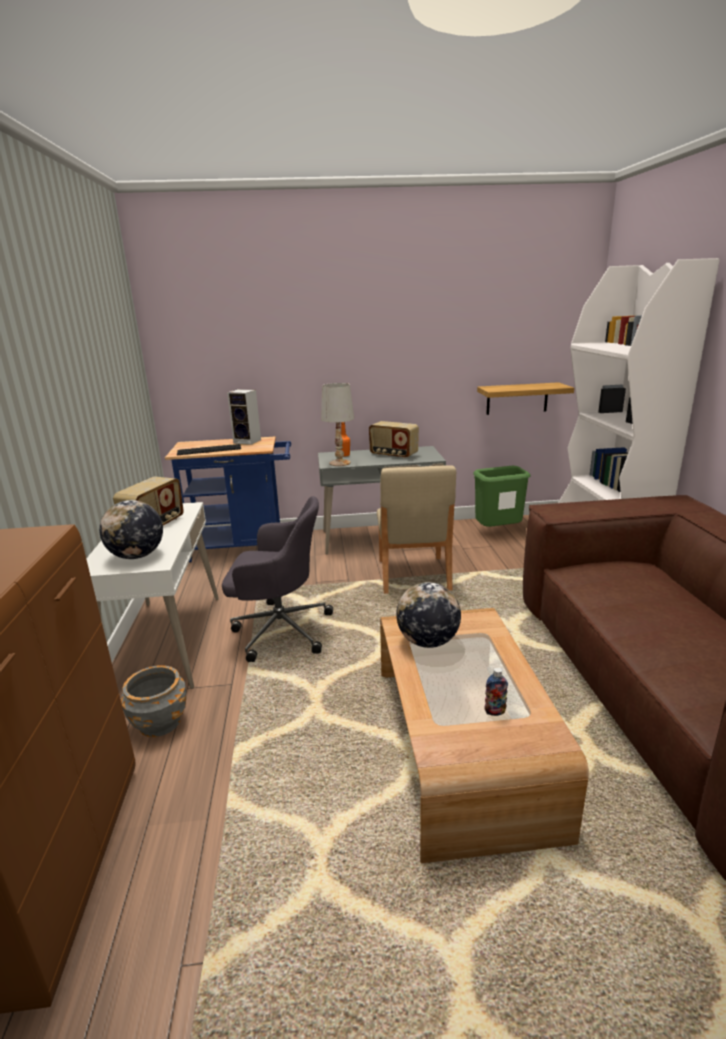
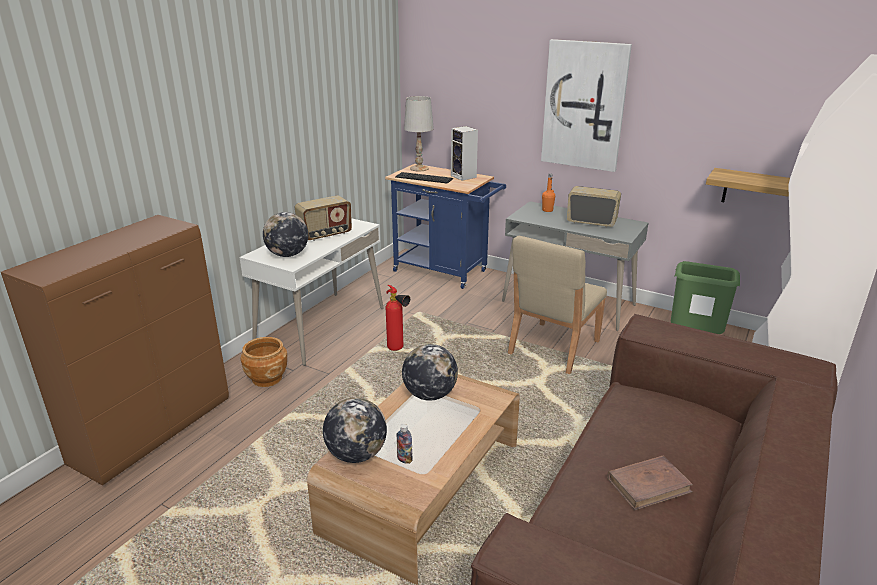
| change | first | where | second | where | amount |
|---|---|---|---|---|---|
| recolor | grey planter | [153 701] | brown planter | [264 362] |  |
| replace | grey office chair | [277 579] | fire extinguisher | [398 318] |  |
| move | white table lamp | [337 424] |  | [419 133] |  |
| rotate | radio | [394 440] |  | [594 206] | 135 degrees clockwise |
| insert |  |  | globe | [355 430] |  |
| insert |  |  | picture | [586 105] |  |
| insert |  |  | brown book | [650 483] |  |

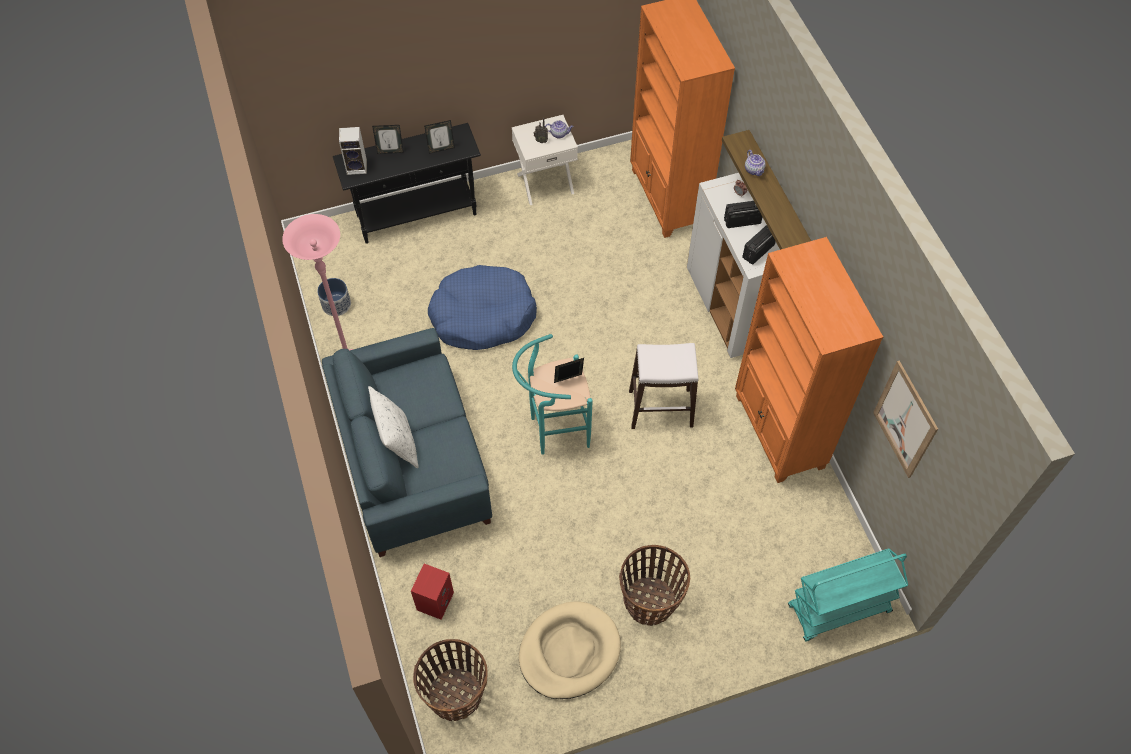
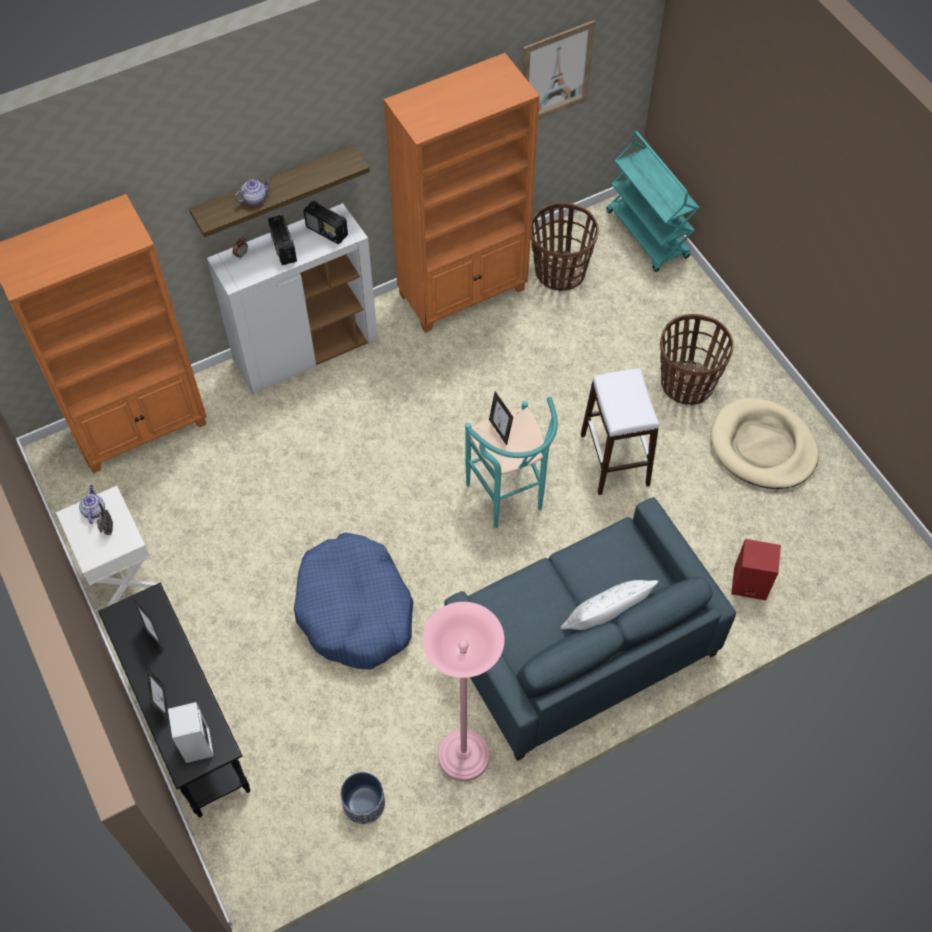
| change | first | where | second | where | amount |
|---|---|---|---|---|---|
| move | basket | [450 680] |  | [565 246] |  |
| move | white stool | [663 386] |  | [620 431] |  |

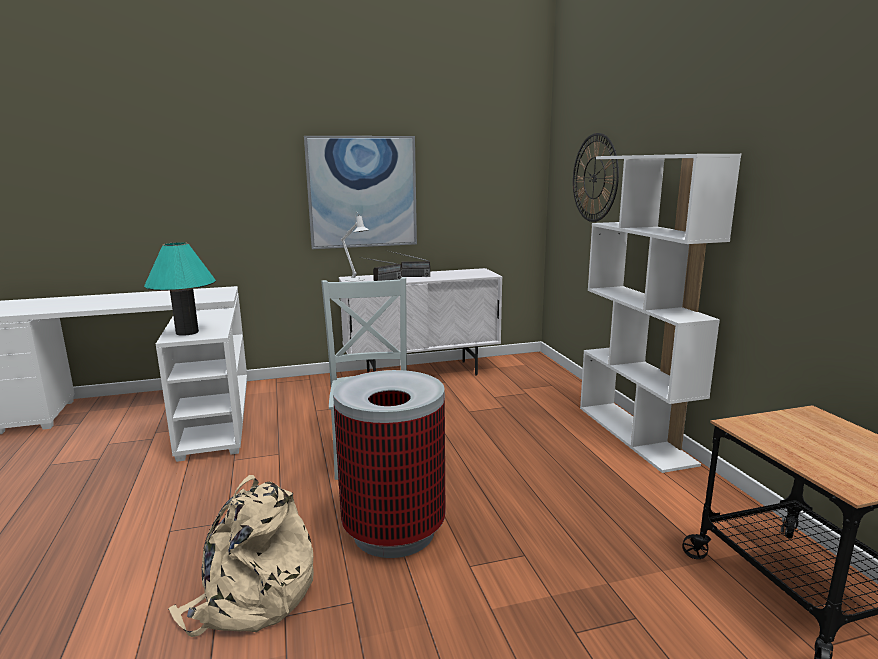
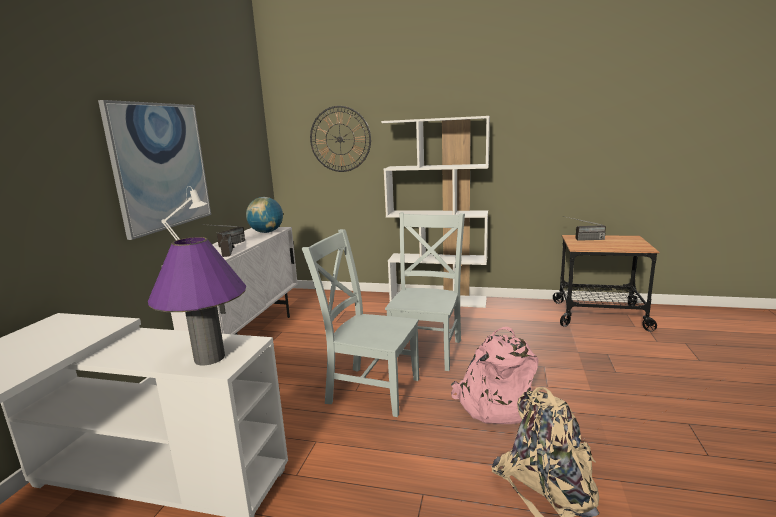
| change | first | where | second | where | amount |
|---|---|---|---|---|---|
| recolor | turquoise table lamp | [180 289] | purple table lamp | [197 301] |  |
| replace | trash can | [389 464] | pink backpack | [495 375] |  |
| insert |  |  | globe | [264 215] |  |
| insert |  |  | grey chair | [425 291] |  |
| insert |  |  | radio | [584 228] |  |

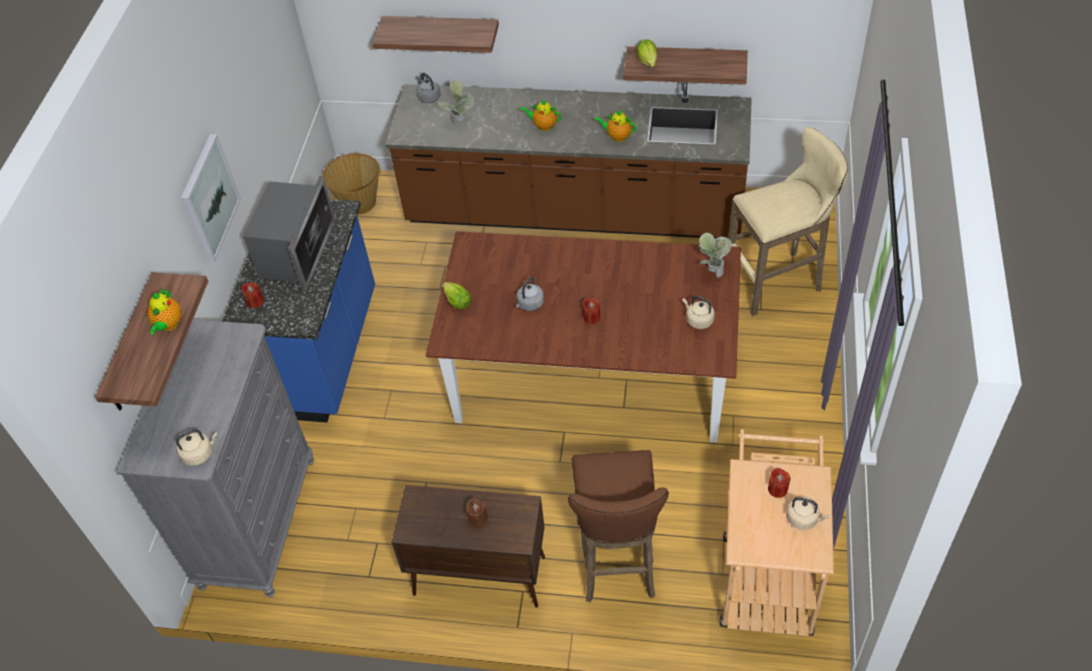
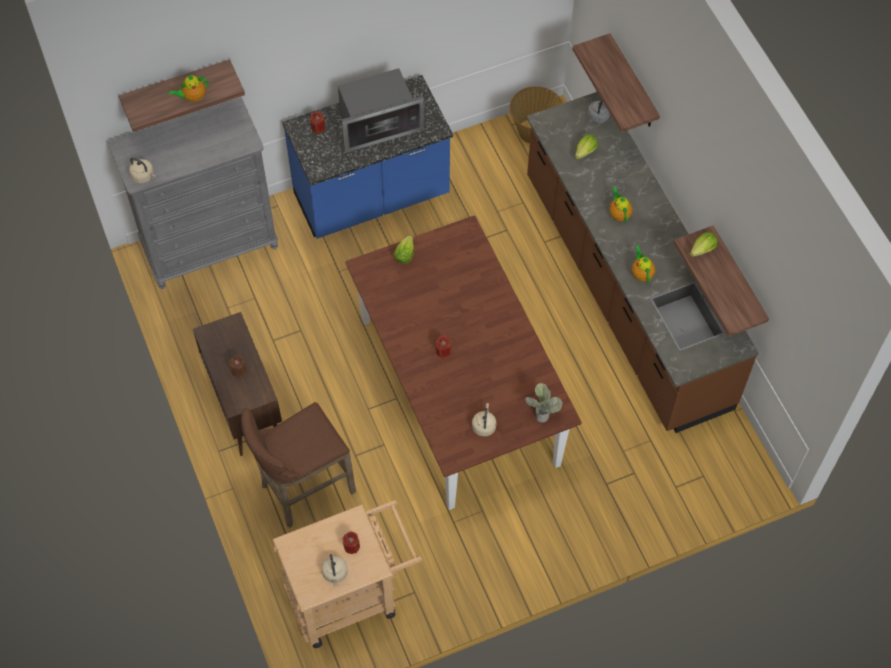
| change | first | where | second | where | amount |
|---|---|---|---|---|---|
| delete | picture | [211 198] |  |  |  |
| replace | potted plant | [456 102] | lettuce | [586 146] |  |
| delete | grey kettle | [530 294] |  |  |  |
| delete | beige stool | [788 221] |  |  |  |

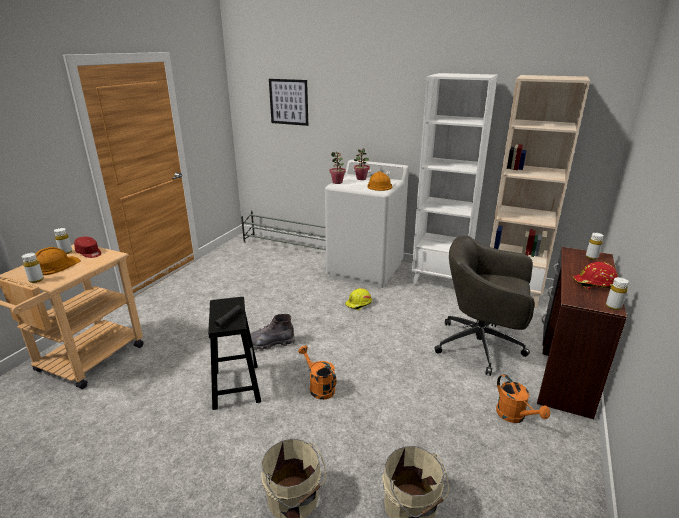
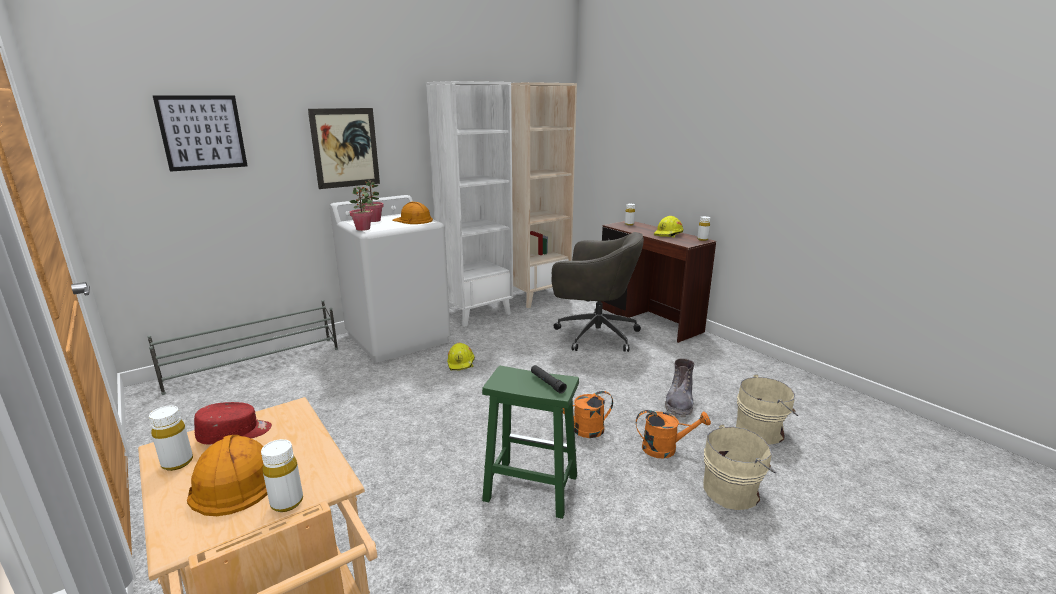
| change | first | where | second | where | amount |
|---|---|---|---|---|---|
| recolor | black stool | [234 353] | green stool | [530 442] |  |
| move | grey boot | [272 332] |  | [679 388] |  |
| rotate | grey office chair | [484 306] |  | [598 292] | 120 degrees counterclockwise |
| move | orange watering can | [523 398] |  | [673 434] |  |
| recolor | red hard hat | [595 276] | yellow hard hat | [668 227] |  |
| insert |  |  | picture | [344 148] |  |

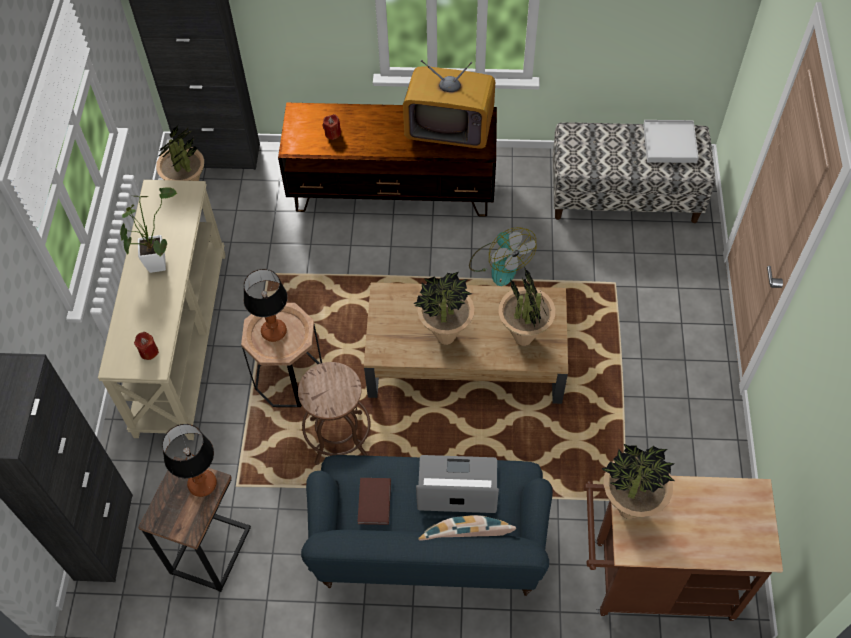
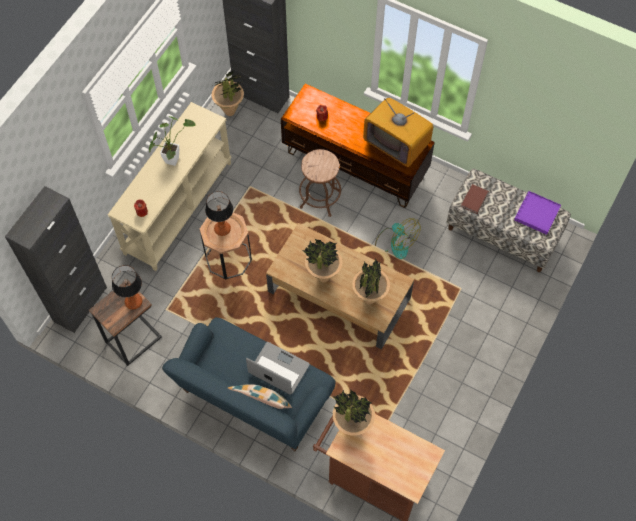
| change | first | where | second | where | amount |
|---|---|---|---|---|---|
| move | brown stool | [334 413] |  | [320 183] |  |
| move | brown book | [374 501] |  | [475 199] |  |
| rotate | fan | [502 256] |  | [398 238] | 45 degrees counterclockwise |
| recolor | white tray | [671 141] | purple tray | [537 213] |  |

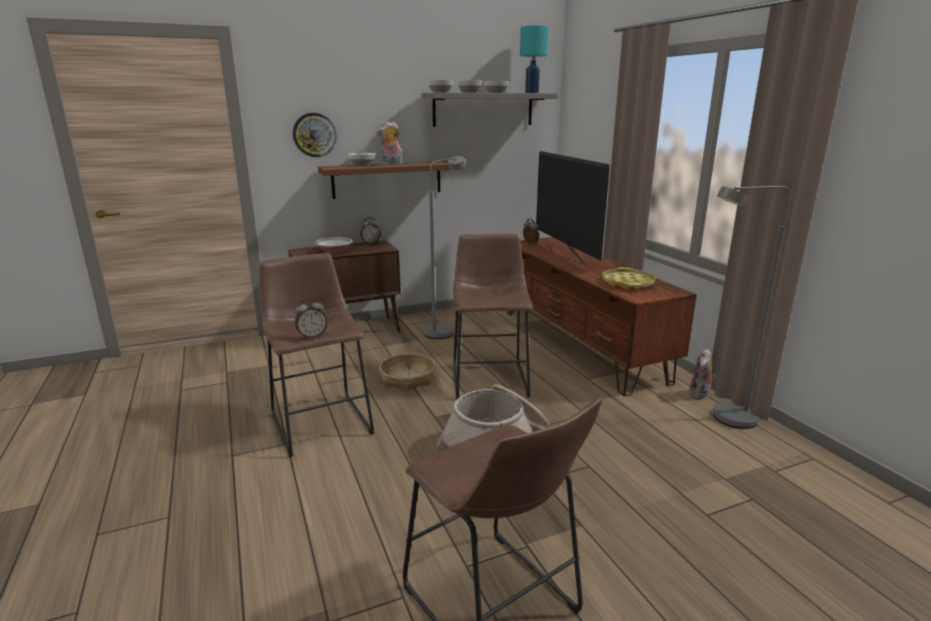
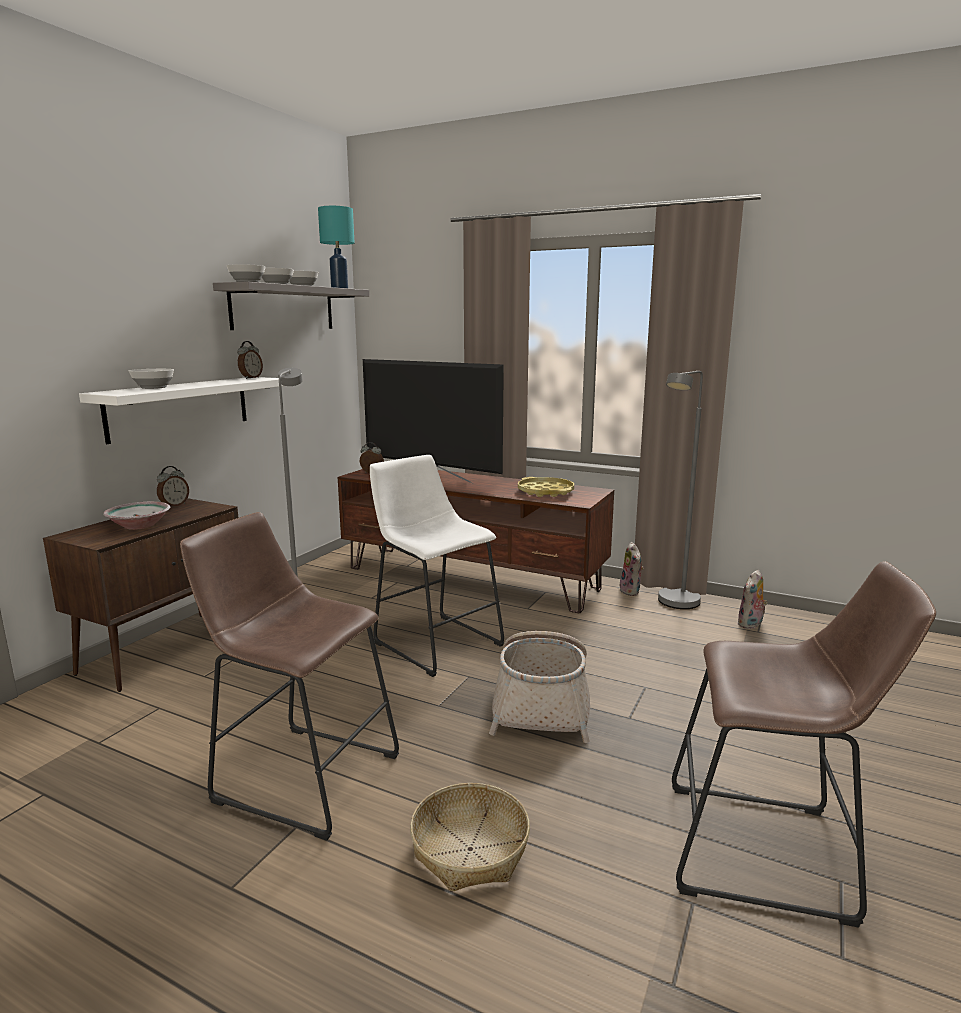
| change | first | where | second | where | amount |
|---|---|---|---|---|---|
| delete | wall clock | [315 135] |  |  |  |
| move | alarm clock | [311 318] |  | [250 360] |  |
| recolor | brown shelf | [390 180] | white shelf | [181 410] |  |
| move | plush toy | [389 143] |  | [752 599] |  |
| move | basket | [407 372] |  | [470 837] |  |
| recolor | brown stool | [493 316] | white stool | [437 566] |  |

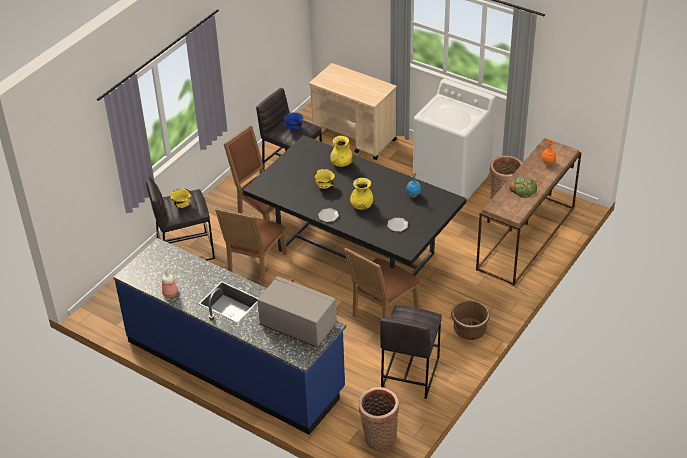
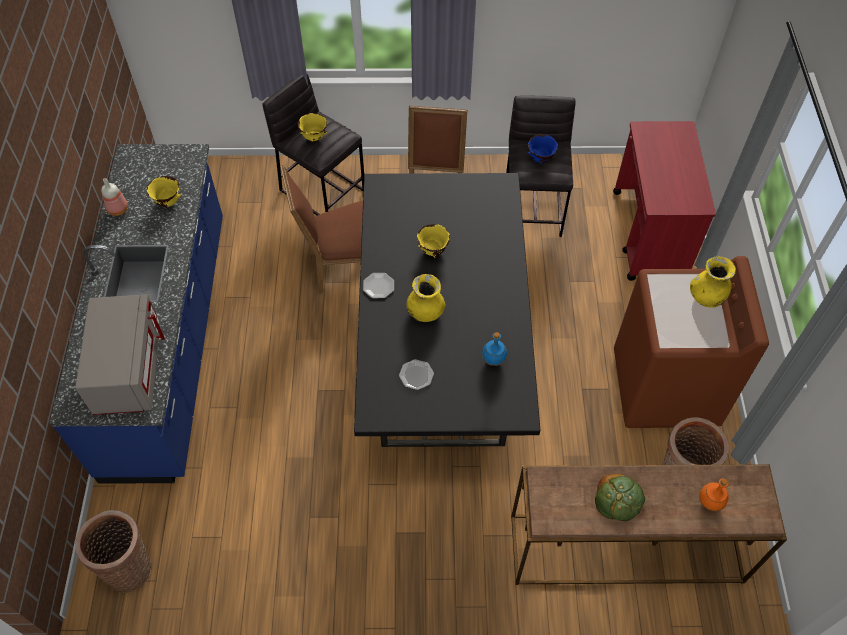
| change | first | where | second | where | amount |
|---|---|---|---|---|---|
| recolor | beige cart | [353 111] | red cart | [664 201] |  |
| move | yellow vase | [341 151] |  | [713 282] |  |
| delete | brown chair | [382 282] |  |  |  |
| delete | grey stool | [411 352] |  |  |  |
| recolor | white washing machine | [454 140] | brown washing machine | [691 342] |  |
| delete | brown planter | [470 320] |  |  |  |
| insert |  |  | yellow bowl | [164 192] |  |

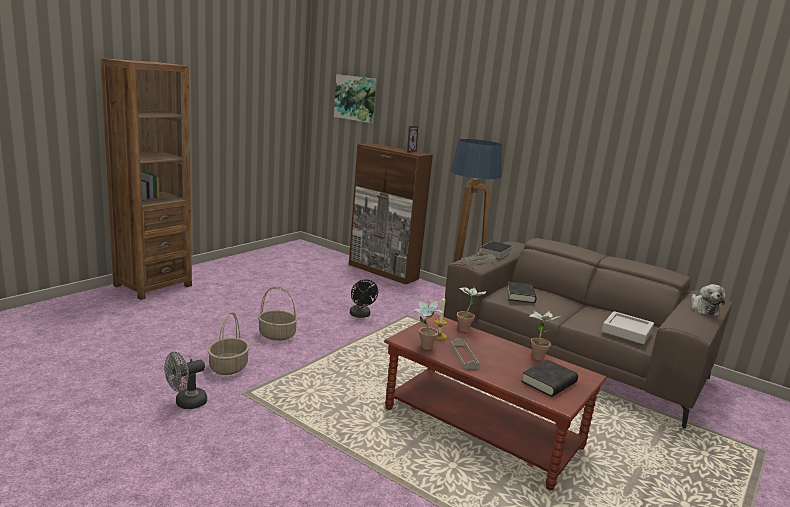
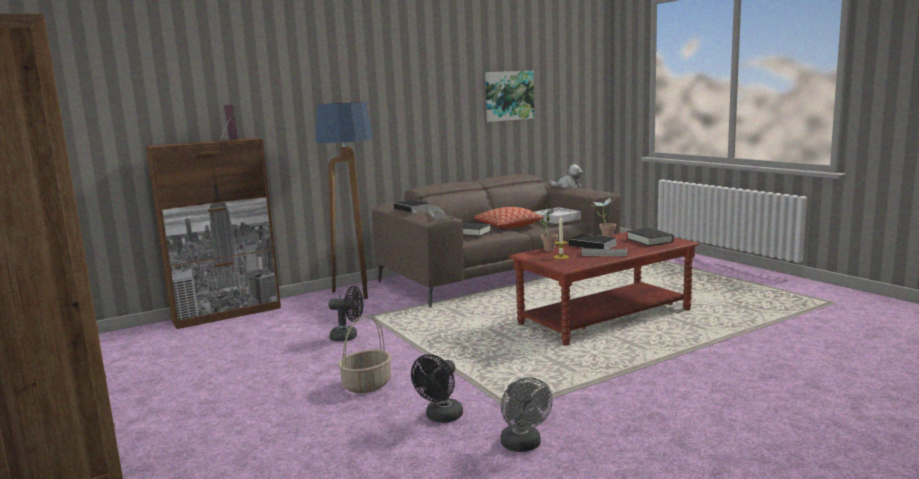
| change | first | where | second | where | amount |
|---|---|---|---|---|---|
| replace | basket | [229 343] | black fan | [437 388] |  |
| move | picture | [355 98] |  | [509 96] |  |
| delete | potted plant | [428 324] |  |  |  |
| insert |  |  | pillow | [509 218] |  |
| insert |  |  | book | [592 241] |  |

